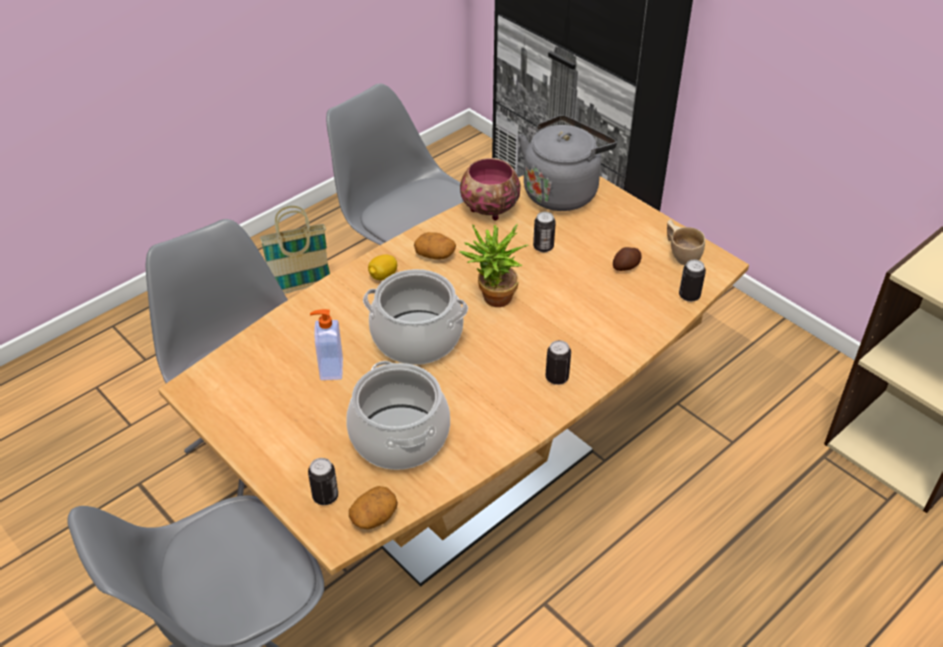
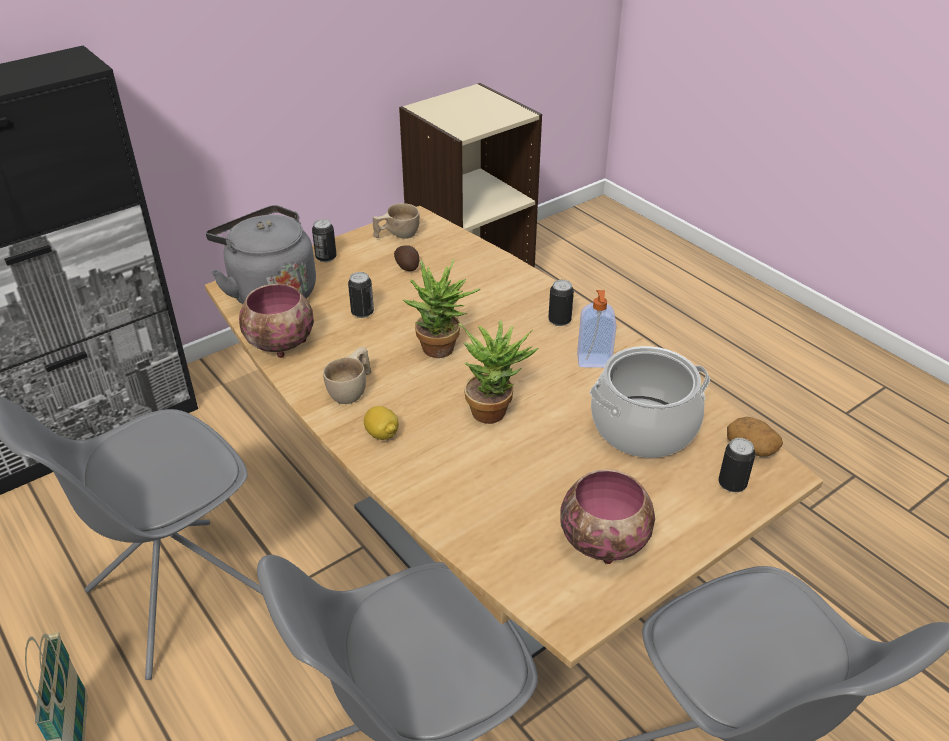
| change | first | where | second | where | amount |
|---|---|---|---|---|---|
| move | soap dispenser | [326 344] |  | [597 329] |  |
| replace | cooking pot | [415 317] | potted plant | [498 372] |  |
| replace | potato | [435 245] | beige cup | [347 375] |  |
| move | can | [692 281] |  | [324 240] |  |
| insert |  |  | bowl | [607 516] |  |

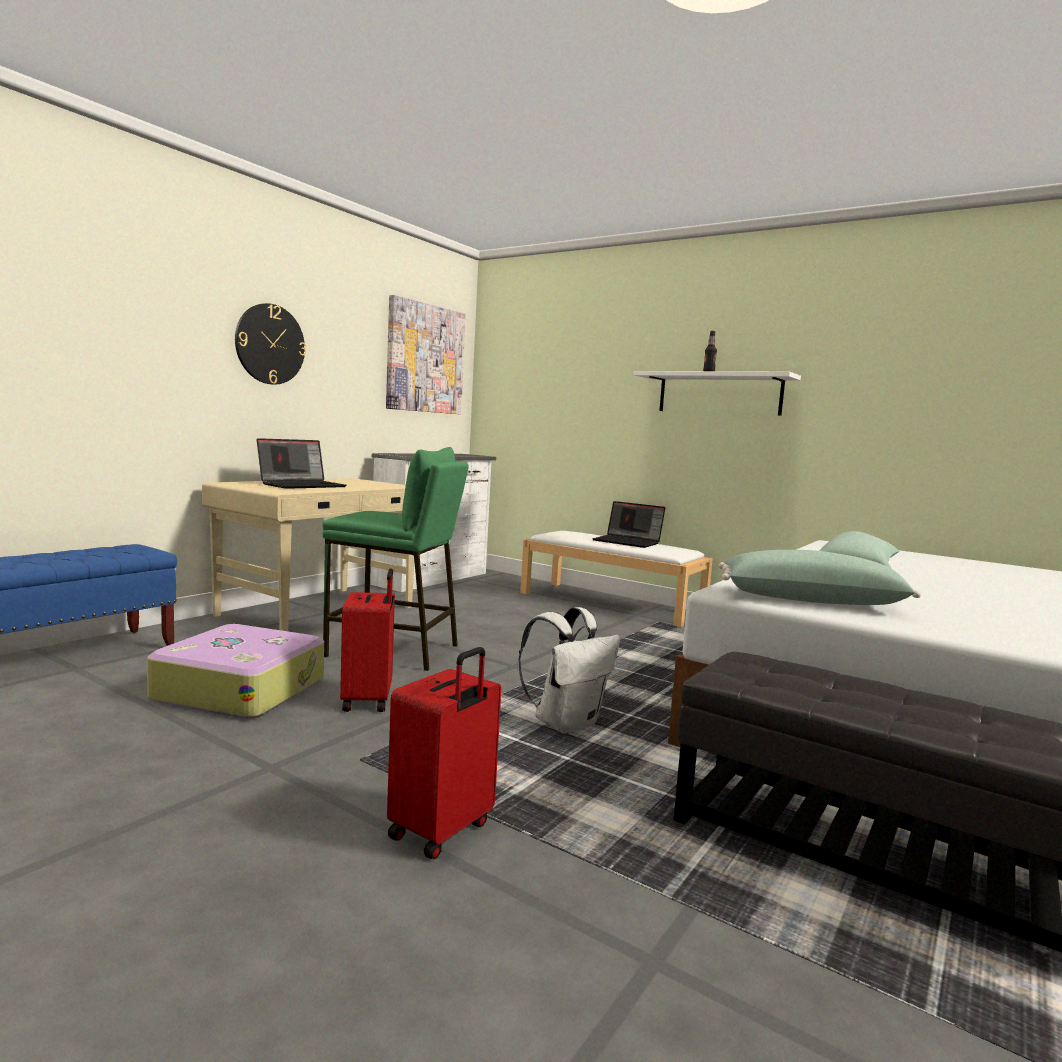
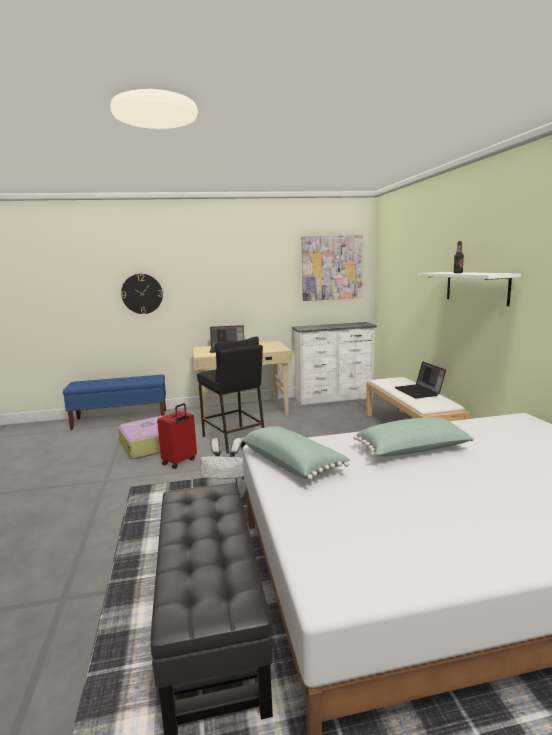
| change | first | where | second | where | amount |
|---|---|---|---|---|---|
| move | wall clock | [270 344] |  | [142 294] |  |
| recolor | green stool | [395 559] | black stool | [230 395] |  |
| delete | red suitcase | [444 753] |  |  |  |

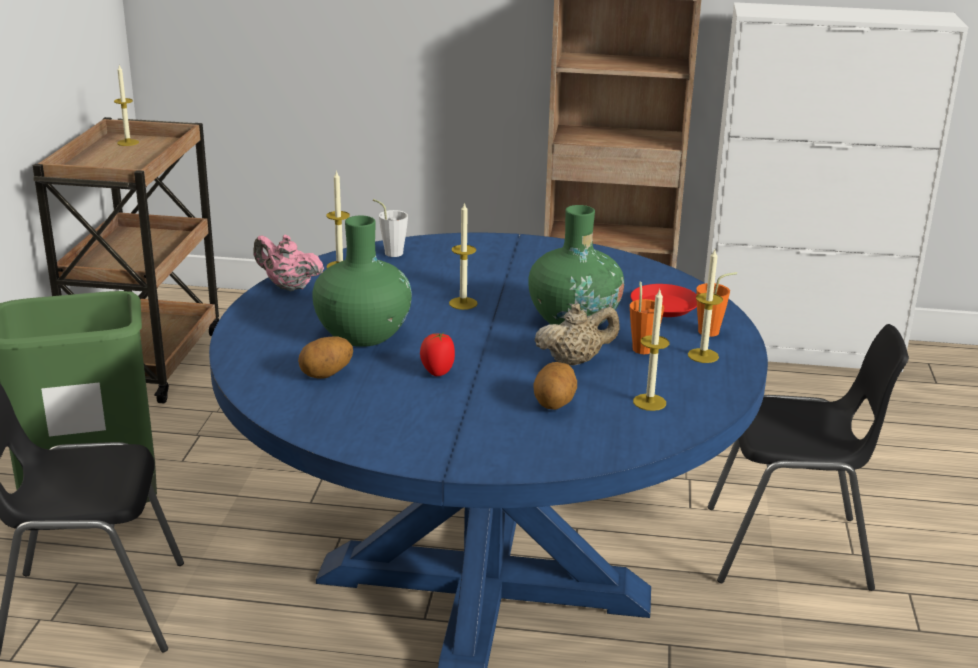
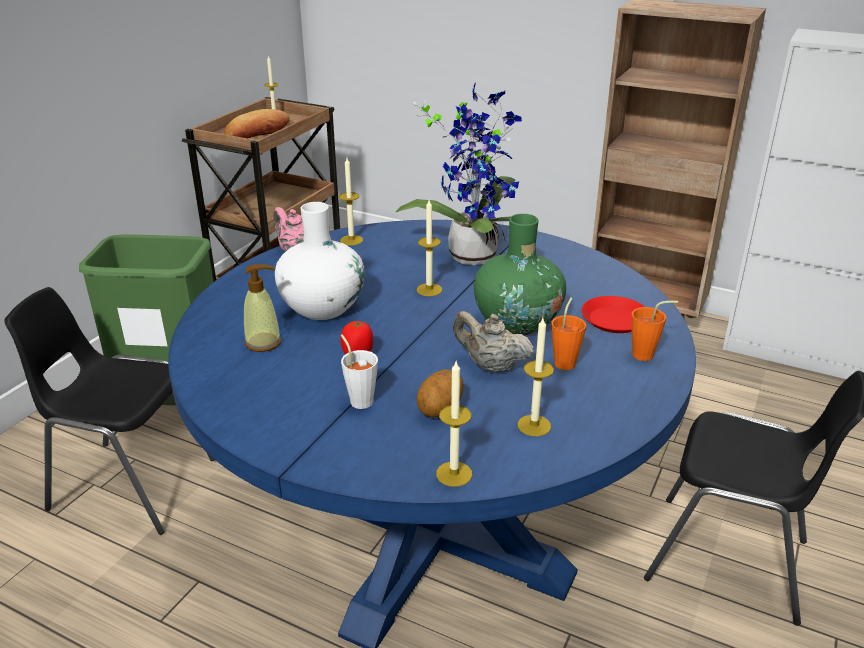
| change | first | where | second | where | amount |
|---|---|---|---|---|---|
| replace | potato | [325 357] | soap dispenser | [263 308] |  |
| recolor | green vase | [362 281] | white vase | [320 261] |  |
| move | white cup | [390 228] |  | [359 371] |  |
| rotate | beige teapot | [577 334] |  | [493 342] | 150 degrees counterclockwise |
| move | candle | [705 306] |  | [454 424] |  |
| insert |  |  | bread | [257 123] |  |
| insert |  |  | potted plant | [459 173] |  |

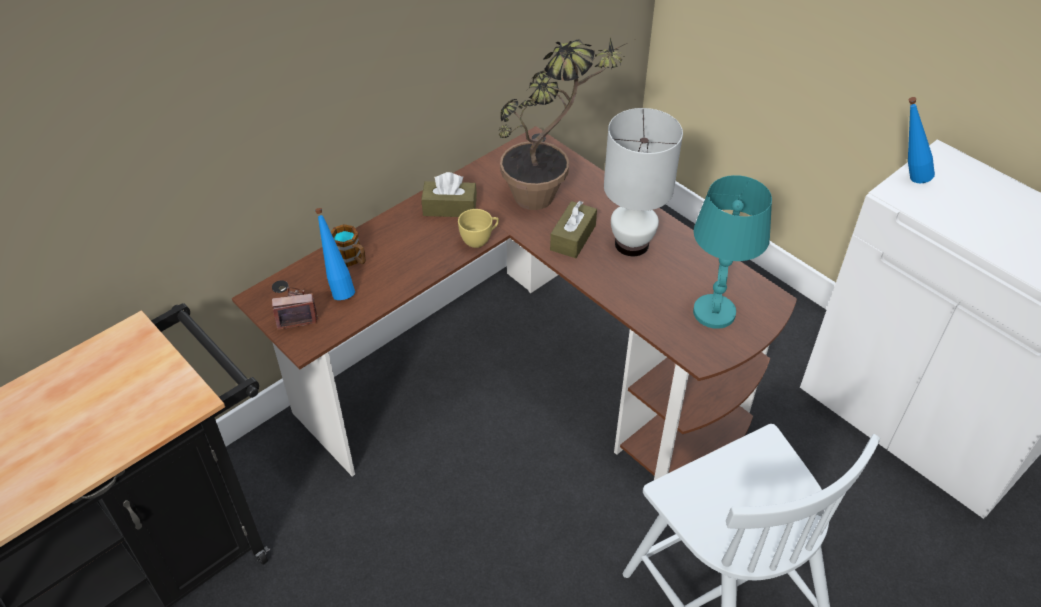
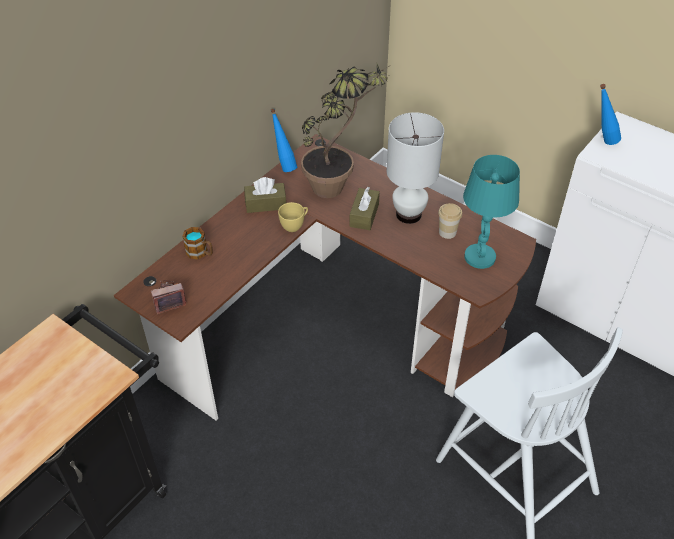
| change | first | where | second | where | amount |
|---|---|---|---|---|---|
| move | blue bottle | [335 254] |  | [283 140] |  |
| insert |  |  | cup | [450 221] |  |

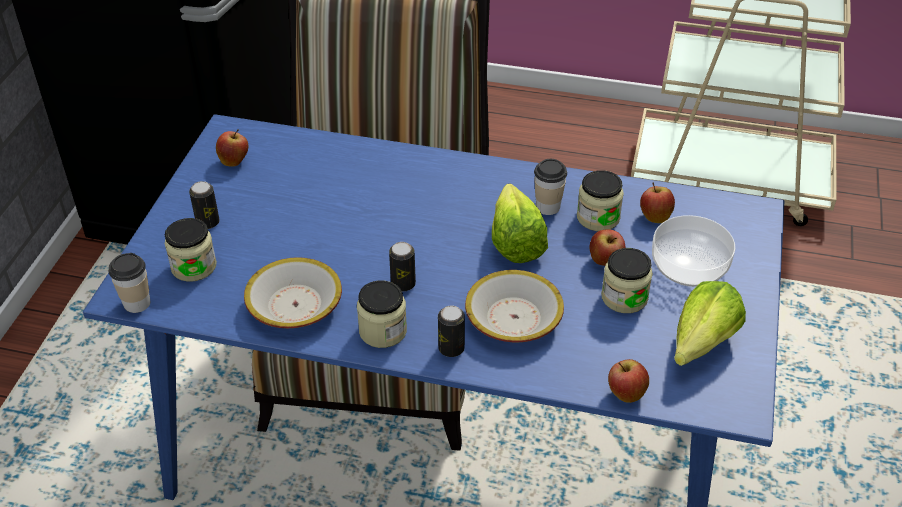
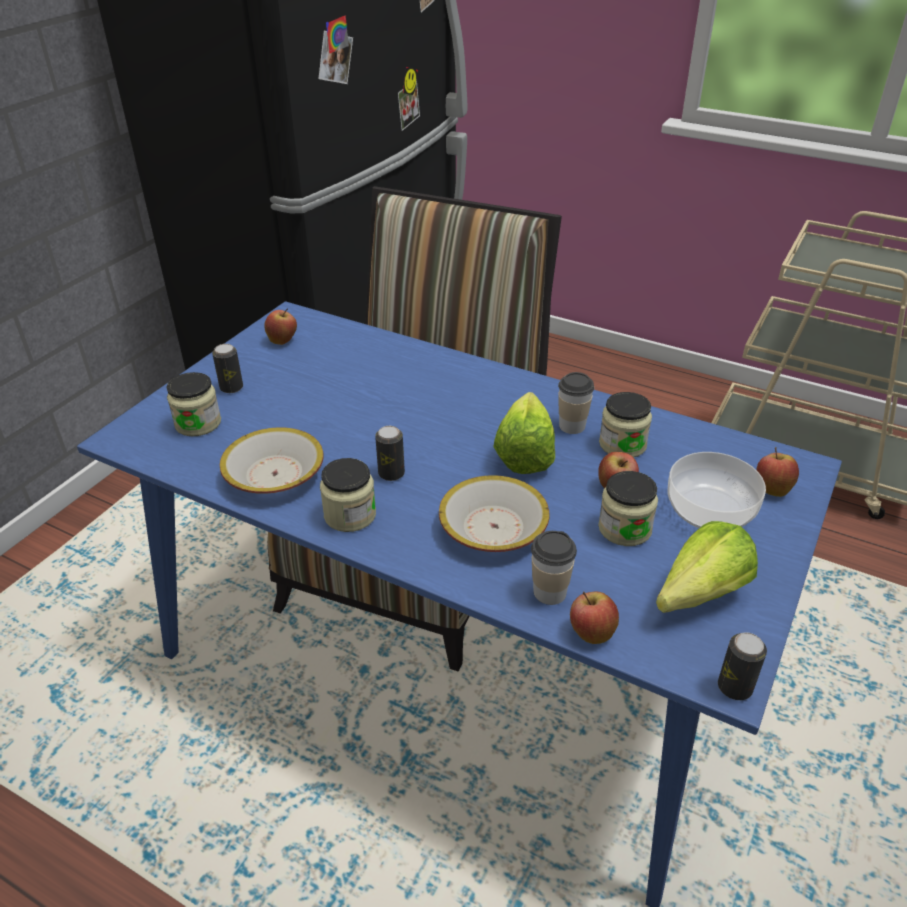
| change | first | where | second | where | amount |
|---|---|---|---|---|---|
| move | cup | [130 283] |  | [554 568] |  |
| move | can | [451 331] |  | [742 666] |  |
| move | apple | [657 202] |  | [777 472] |  |

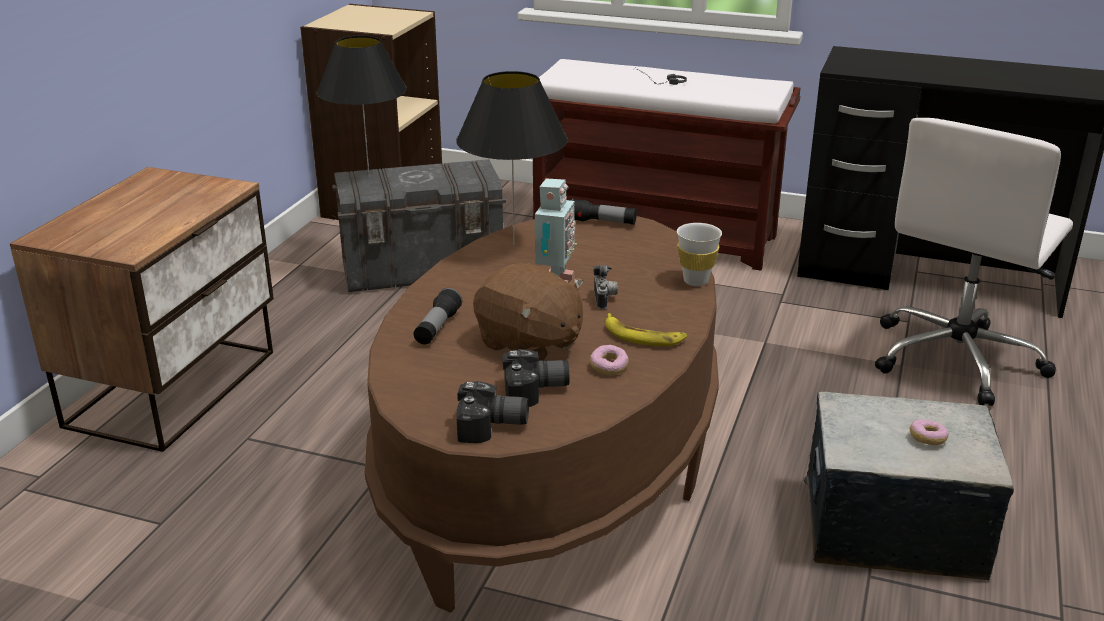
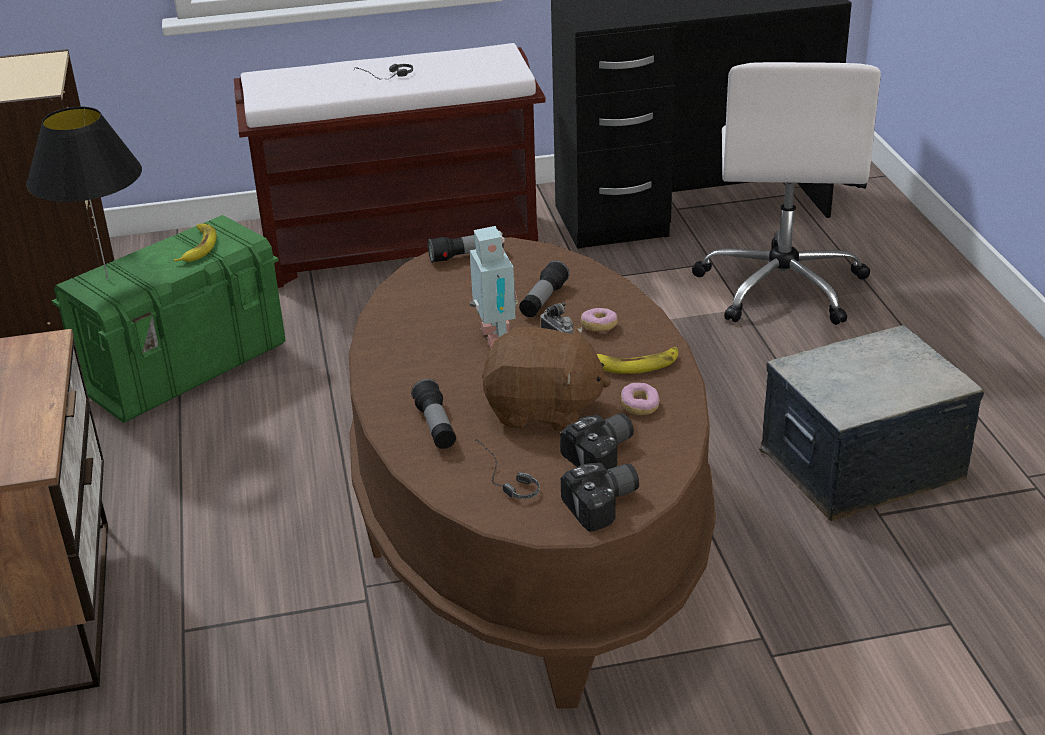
| change | first | where | second | where | amount |
|---|---|---|---|---|---|
| recolor | grey storage box | [419 225] | green storage box | [168 319] |  |
| delete | black table lamp | [512 158] |  |  |  |
| delete | white cup | [699 254] |  |  |  |
| move | donut | [929 432] |  | [599 319] |  |
| insert |  |  | banana | [195 243] |  |
| insert |  |  | headphones | [506 469] |  |
| insert |  |  | flashlight | [544 288] |  |

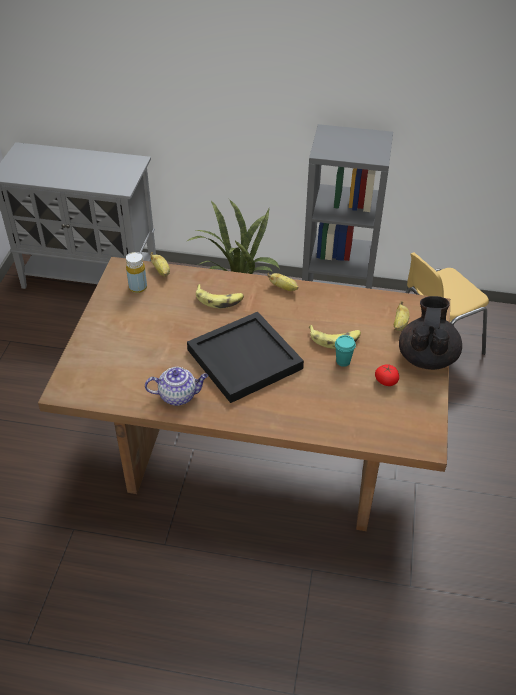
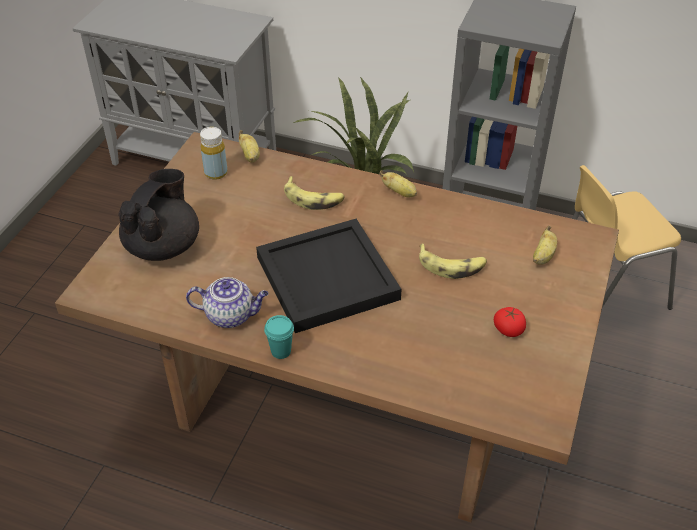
| change | first | where | second | where | amount |
|---|---|---|---|---|---|
| move | turquoise cup | [345 351] |  | [279 337] |  |
| move | black teapot | [430 333] |  | [158 215] |  |

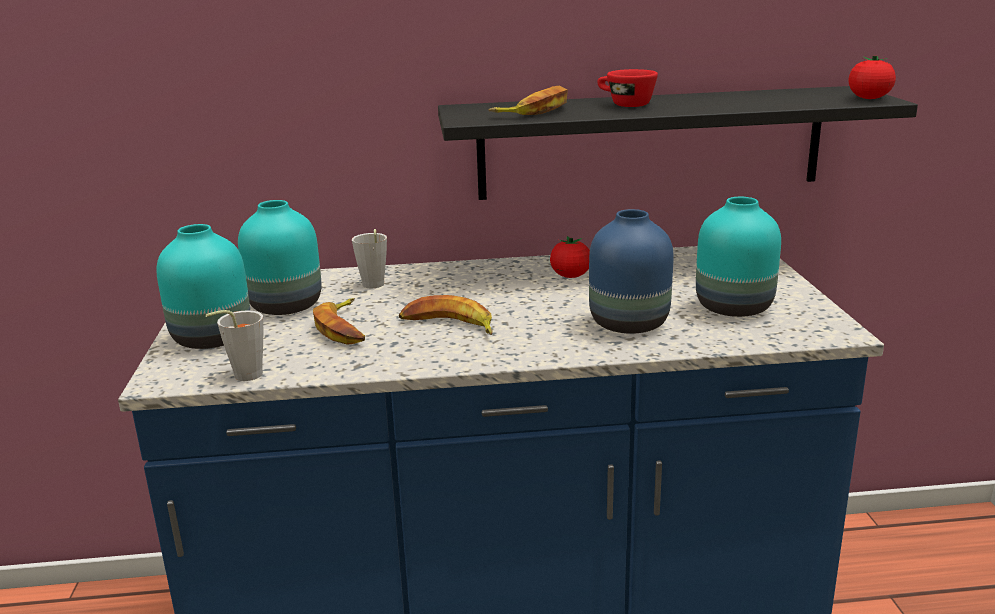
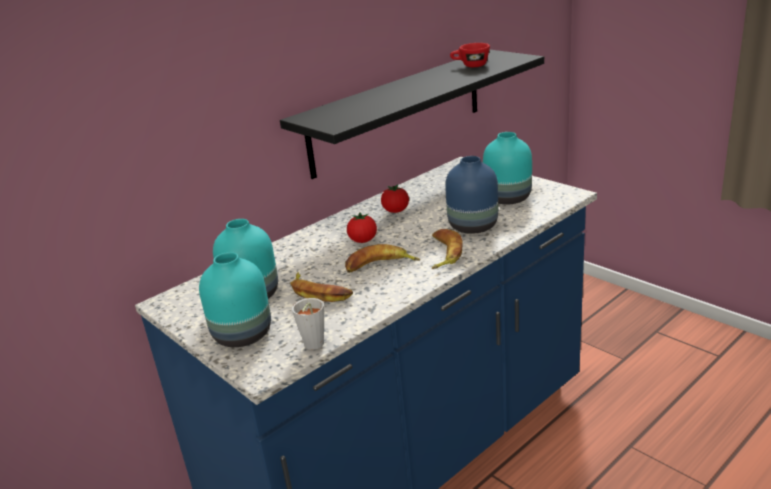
| change | first | where | second | where | amount |
|---|---|---|---|---|---|
| delete | grey cup | [369 258] |  |  |  |
| move | banana | [528 100] |  | [447 249] |  |
| move | red cup | [627 88] |  | [470 55] |  |
| move | tomato | [872 77] |  | [362 227] |  |

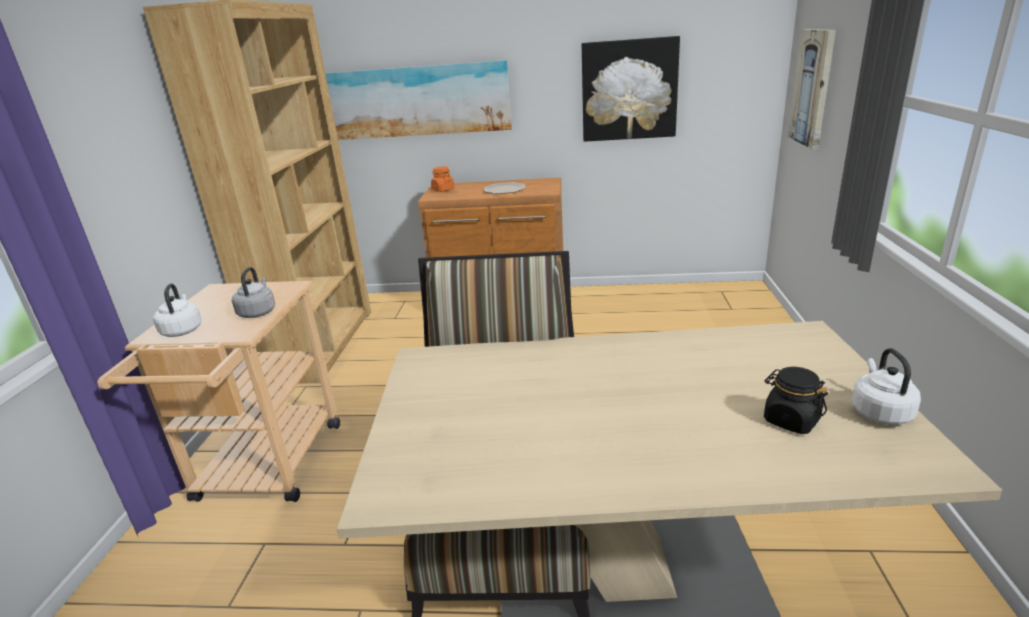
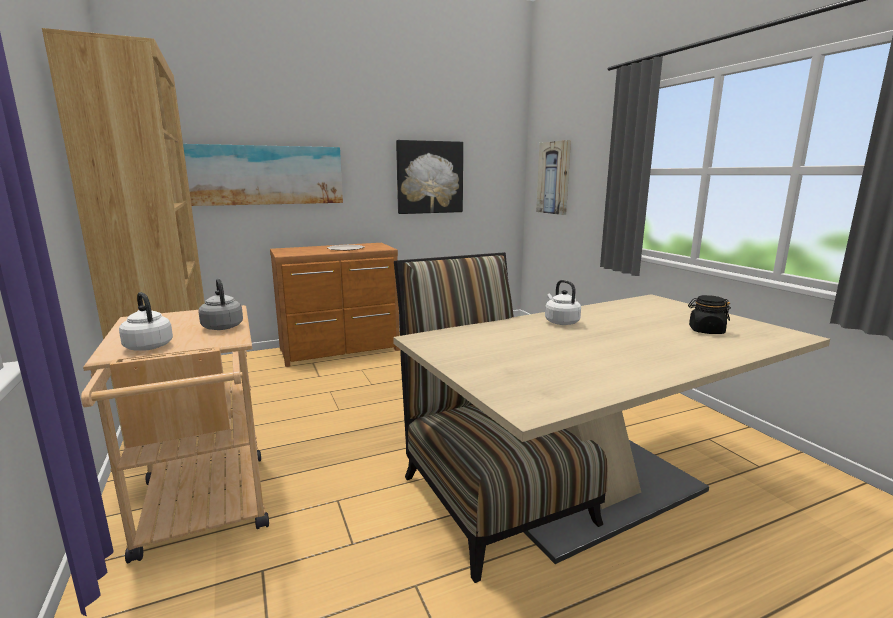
| change | first | where | second | where | amount |
|---|---|---|---|---|---|
| delete | orange jar | [442 179] |  |  |  |
| move | white kettle | [886 386] |  | [563 302] |  |

